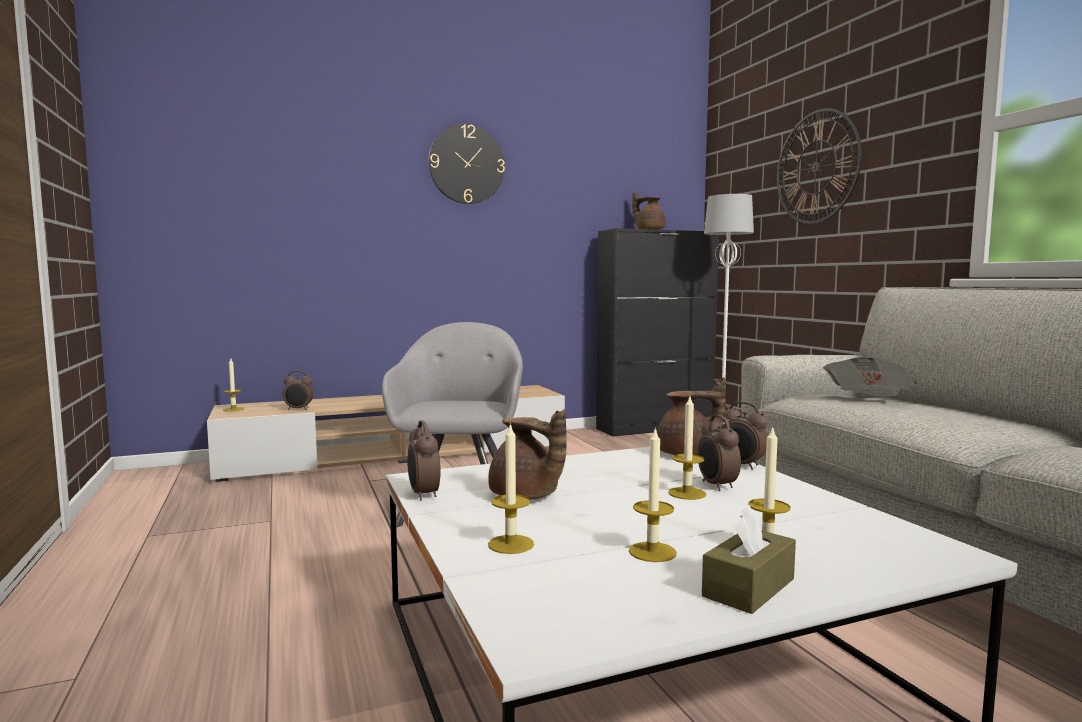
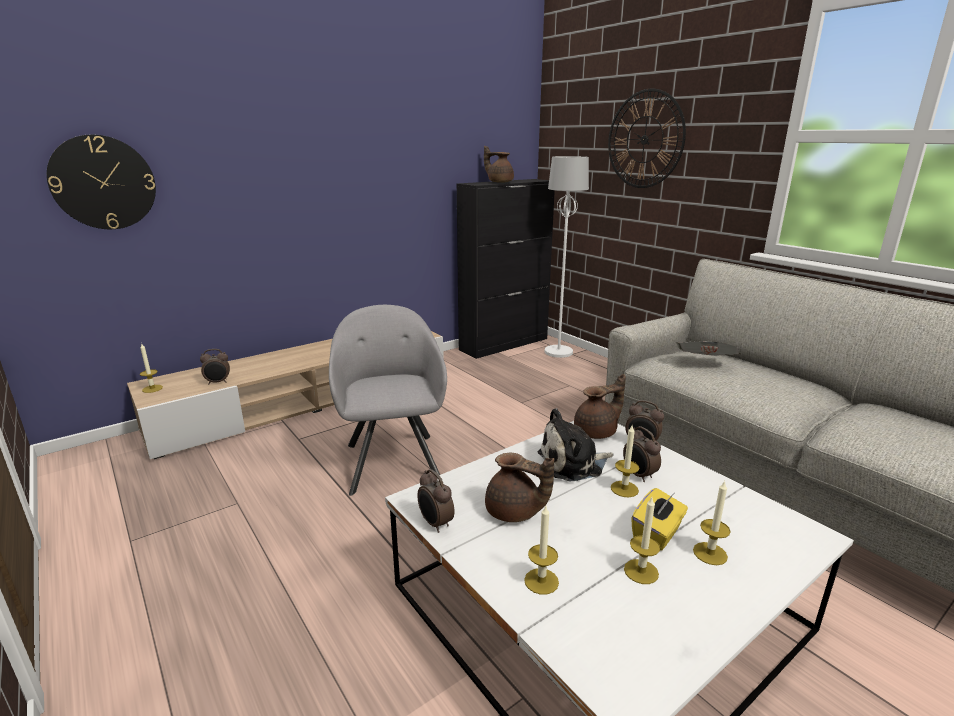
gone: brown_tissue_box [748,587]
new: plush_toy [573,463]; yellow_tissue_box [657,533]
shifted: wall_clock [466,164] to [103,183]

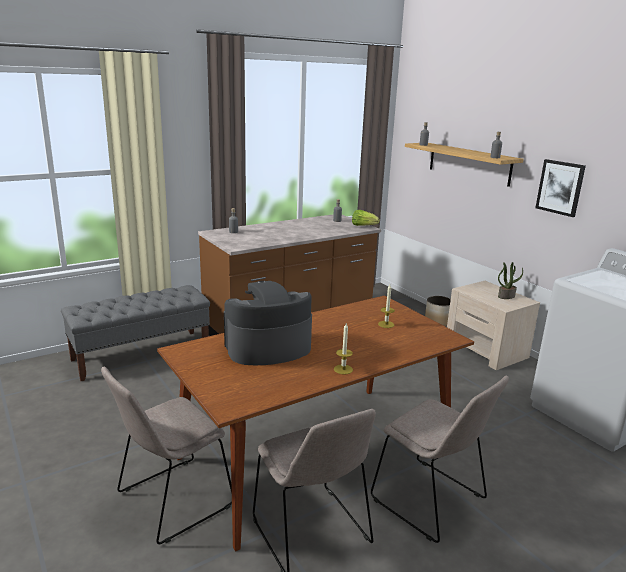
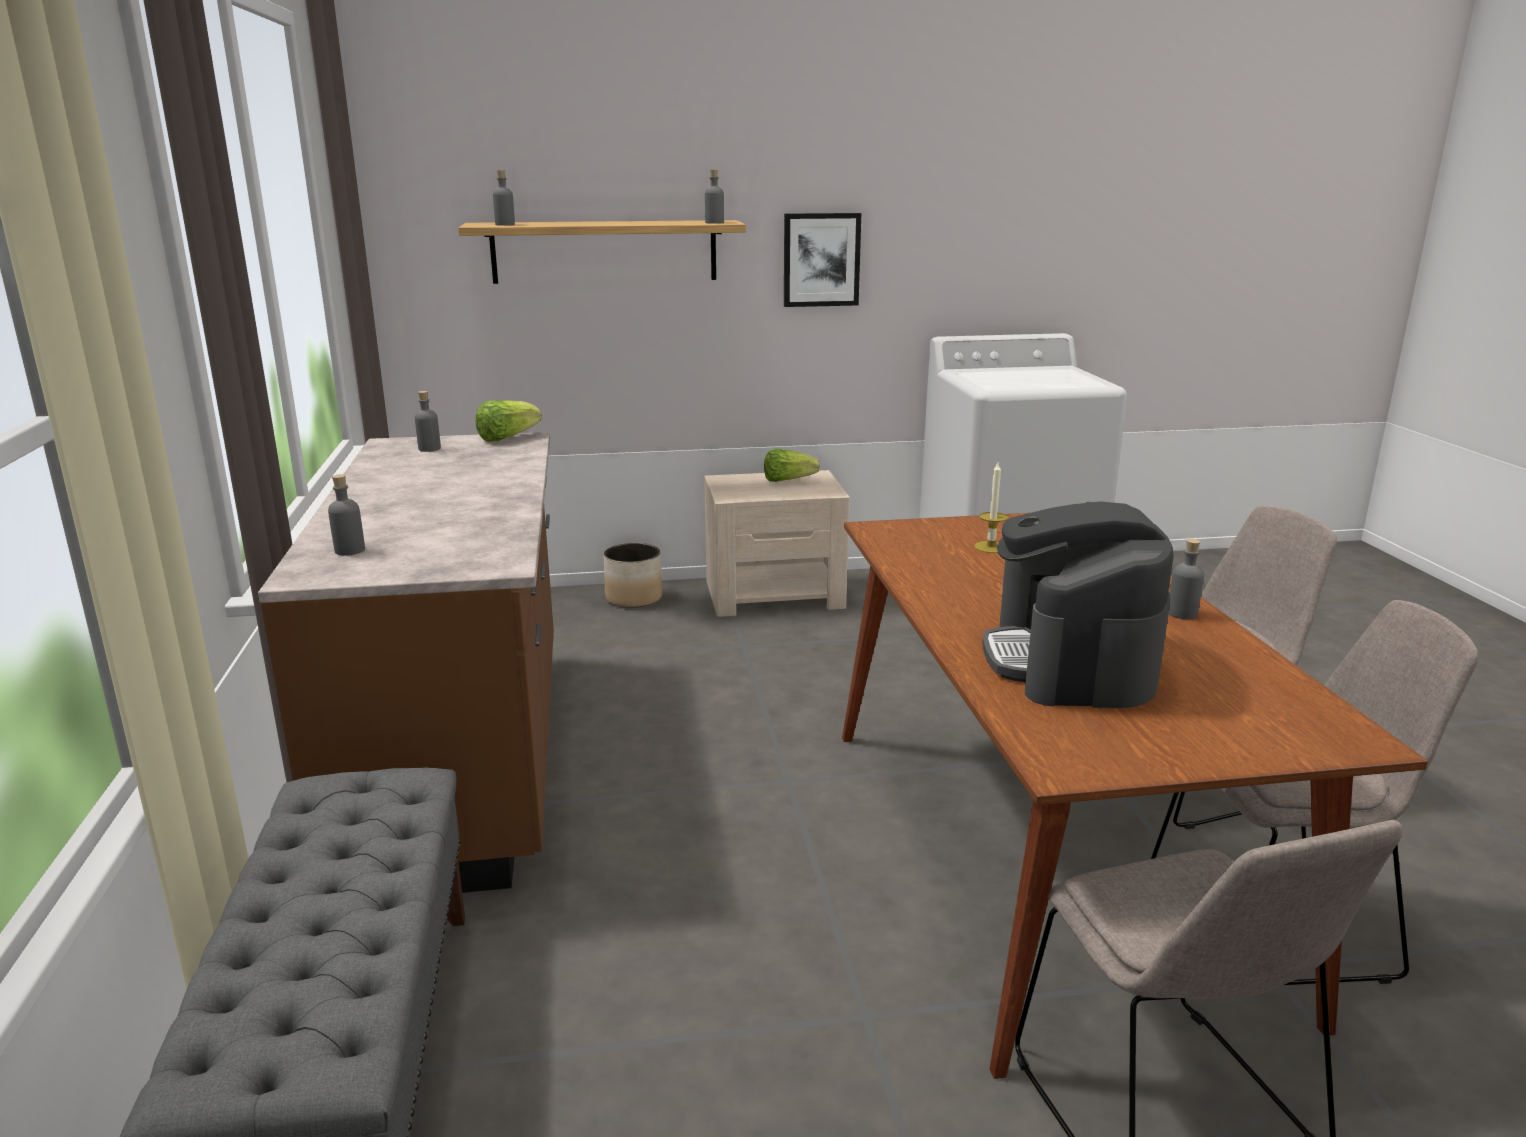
swapped: potted_plant [506,296] to lettuce [787,480]; candle [343,369] to grey_bottle [1182,613]

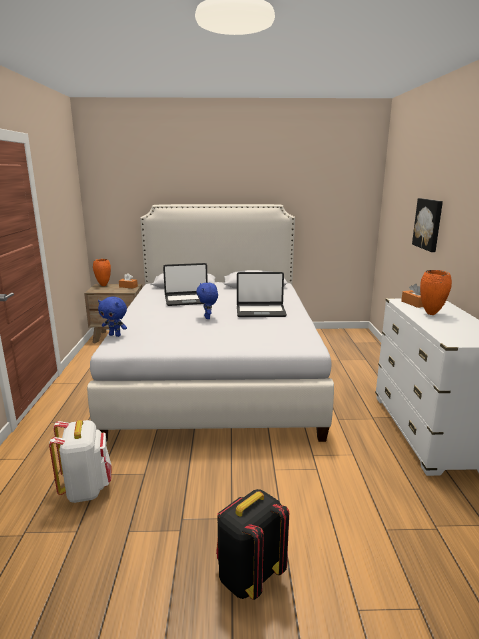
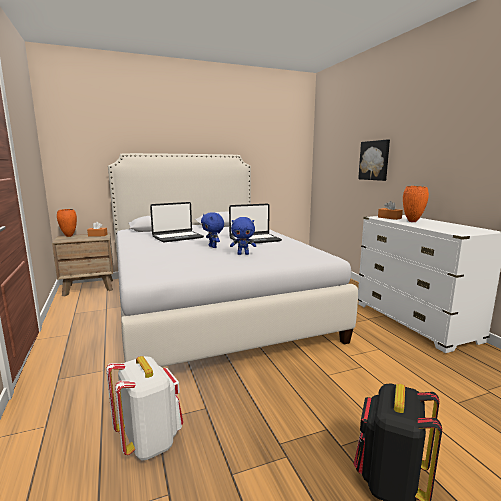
shifted: blue_plush_toy [115,335] to [243,254]

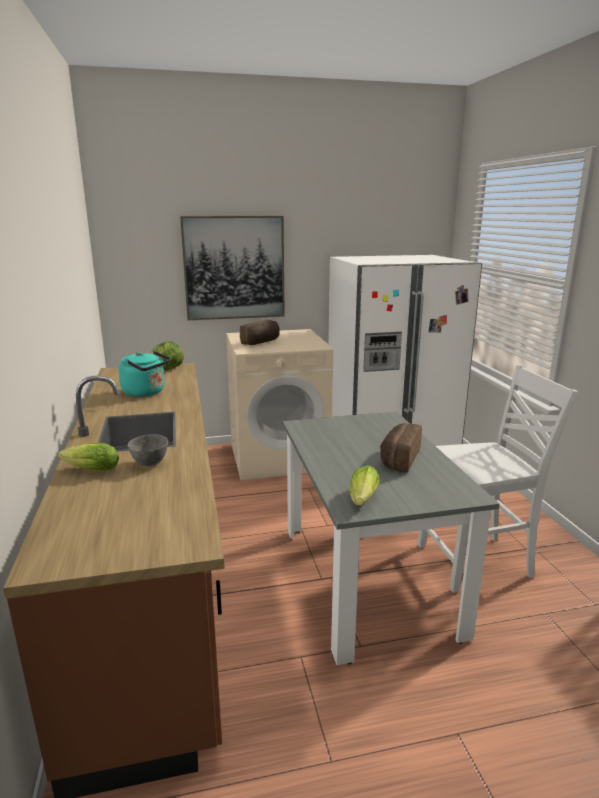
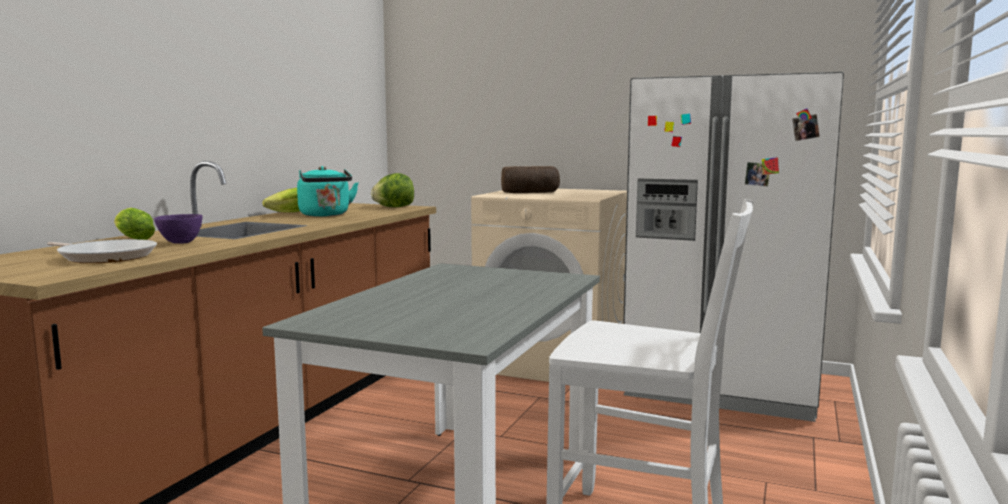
gone: picture [234,268]; bread [398,459]
new: frying_pan [105,257]
shifted: lettuce [362,500] to [286,213]
repainted: grey_bowl [151,463] to purple_bowl [181,243]

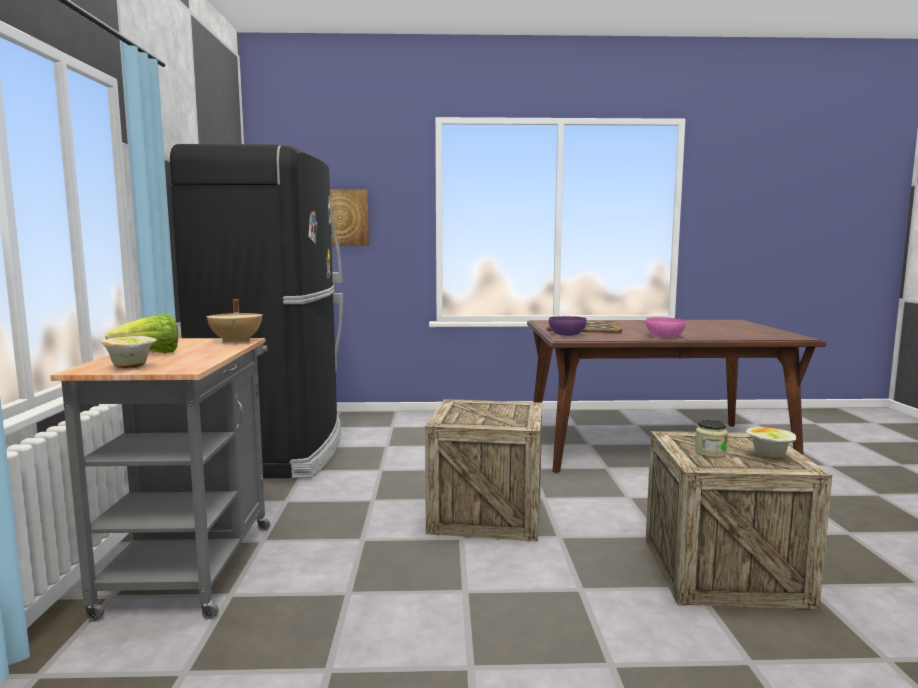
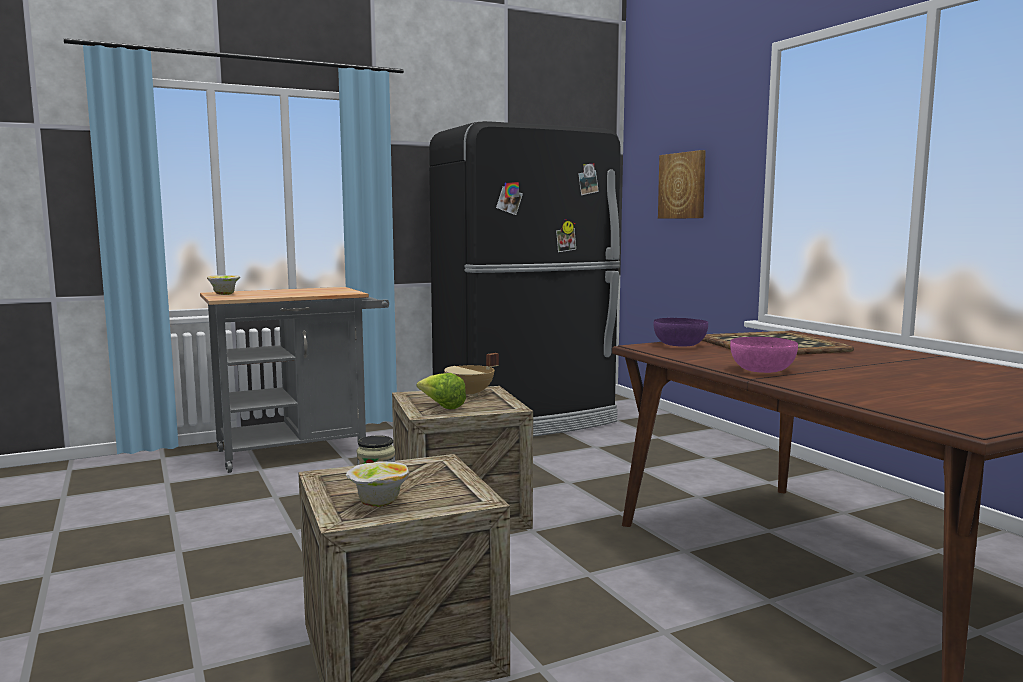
shifted: lettuce [150,354] to [442,406]; beige_cooking_pot [237,341] to [470,394]

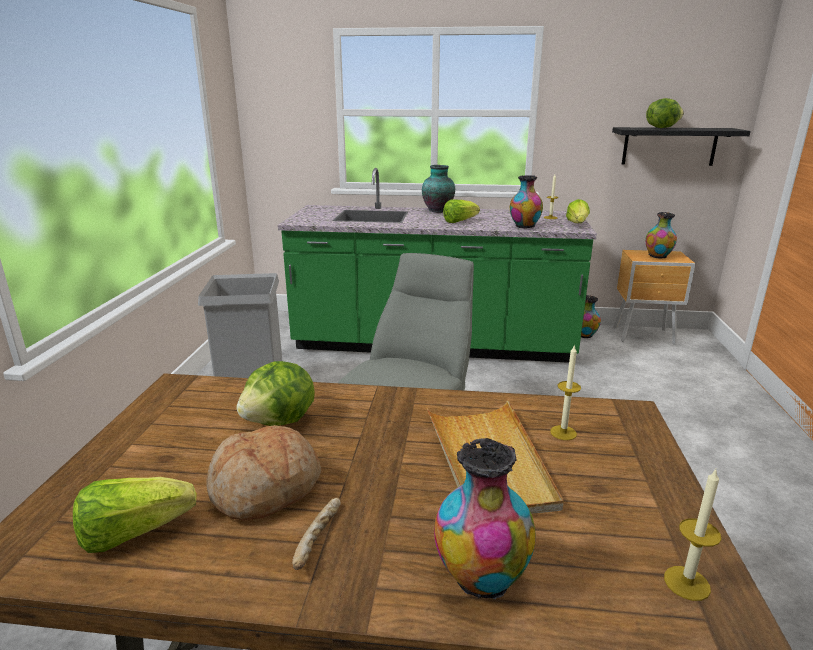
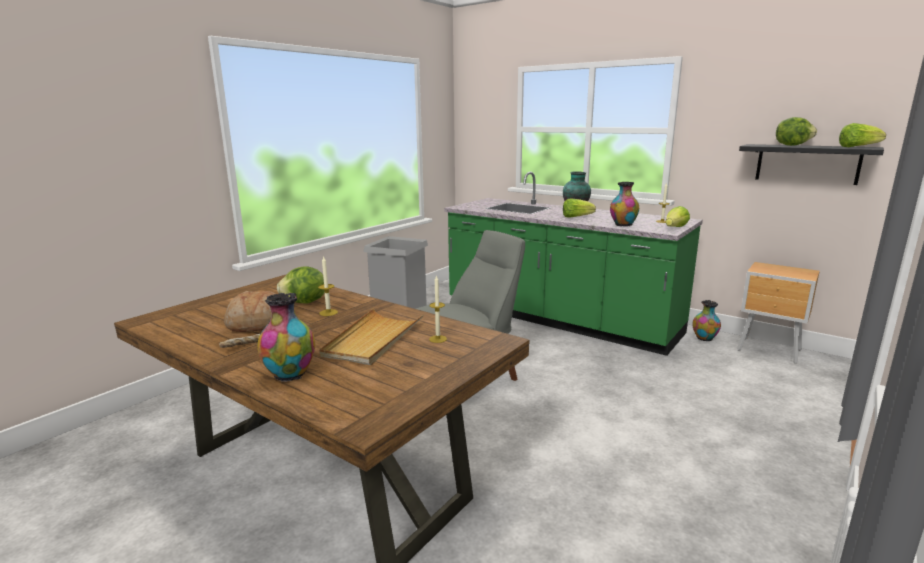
gone: vase [658,256]
shifted: candle [687,583] to [328,312]; lettuce [134,533] to [857,147]

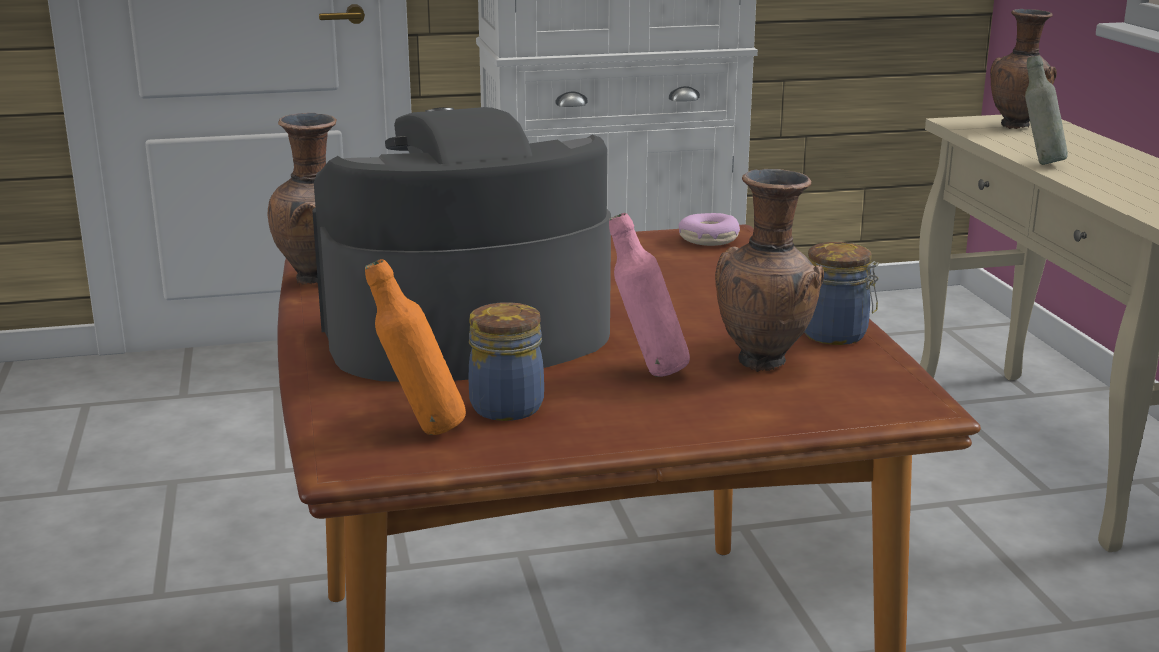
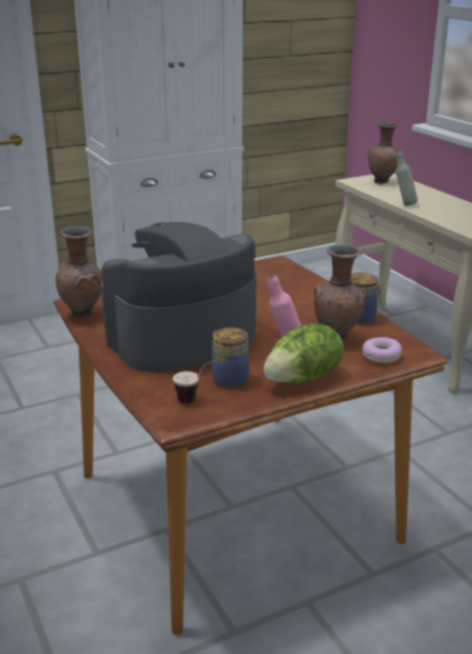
new: lettuce [304,378]
shifted: donut [709,240] to [381,356]
swapped: orange_bottle [420,431] to cup [197,398]

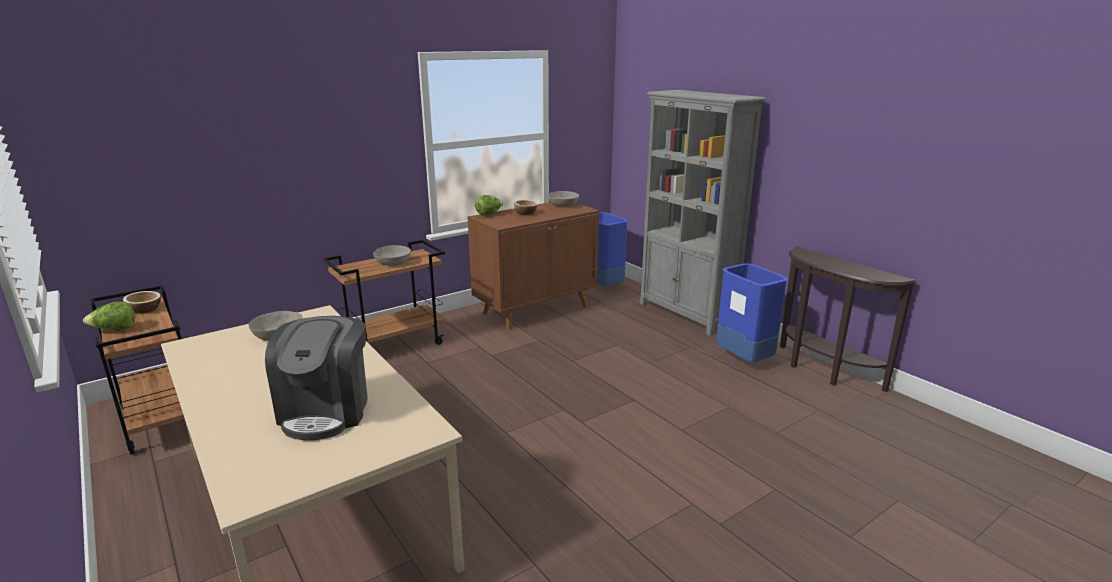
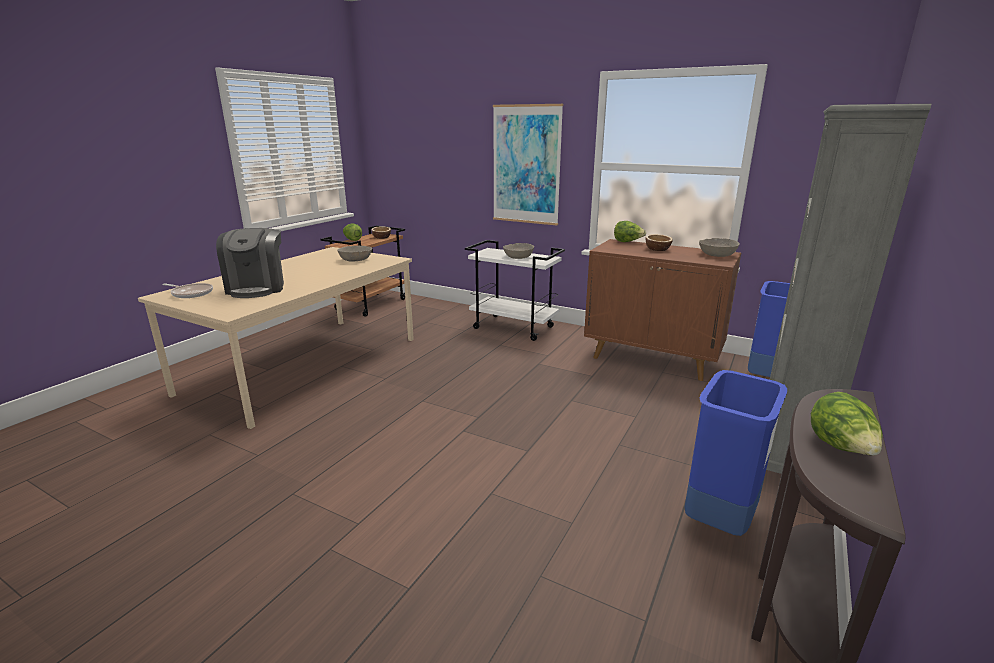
new: frying_pan [191,293]; picture [526,165]; lettuce [841,448]
repainted: brown_cart [395,345] to white_cart [514,327]
rotated: coffee_machine [326,411] = [257,288] 75 degrees counterclockwise

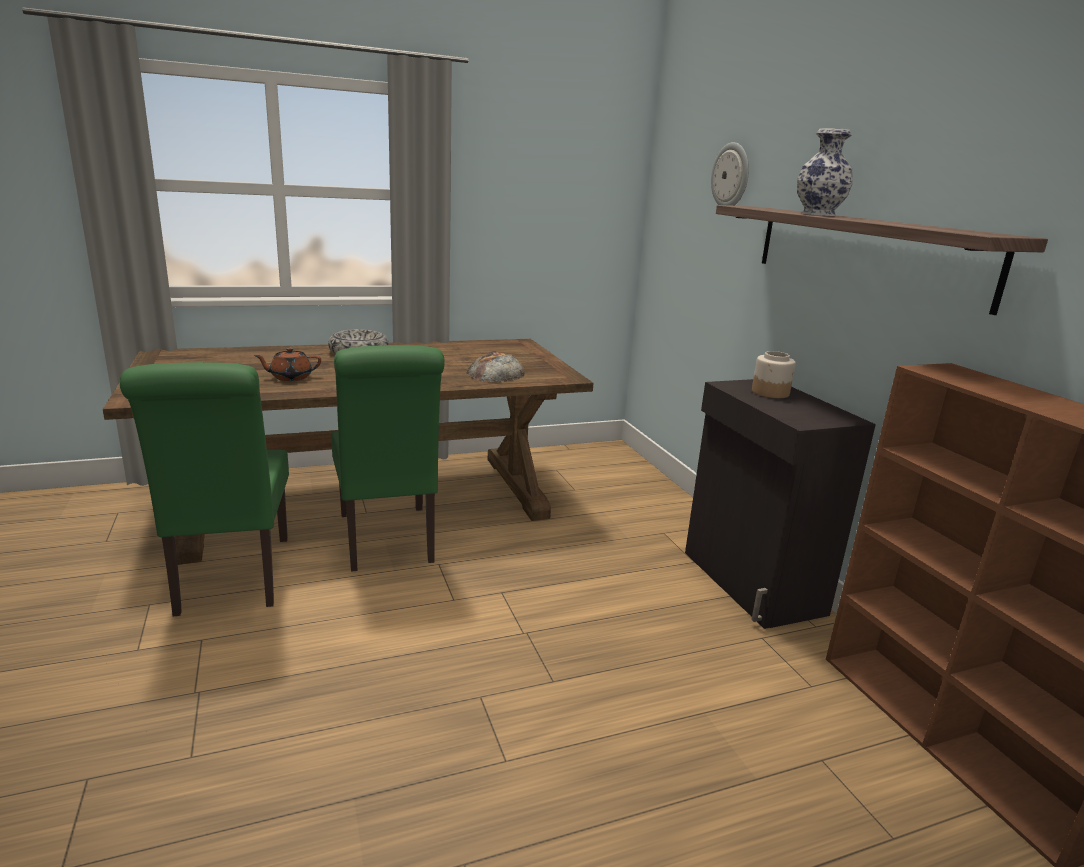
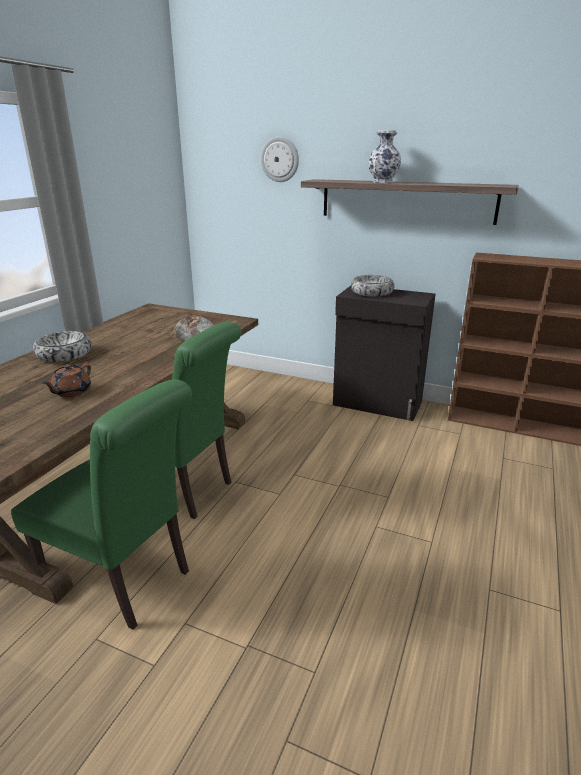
swapped: jar [770,393] to bowl [372,292]

